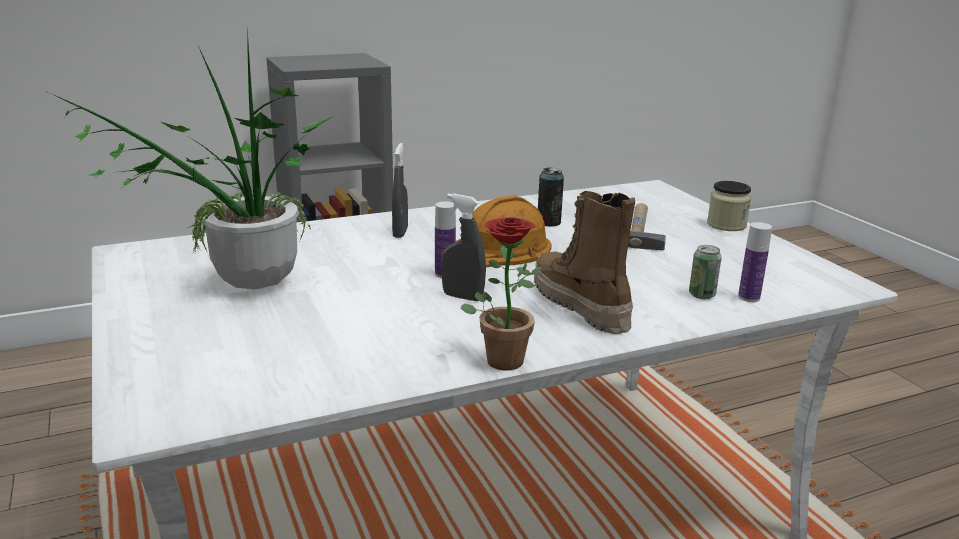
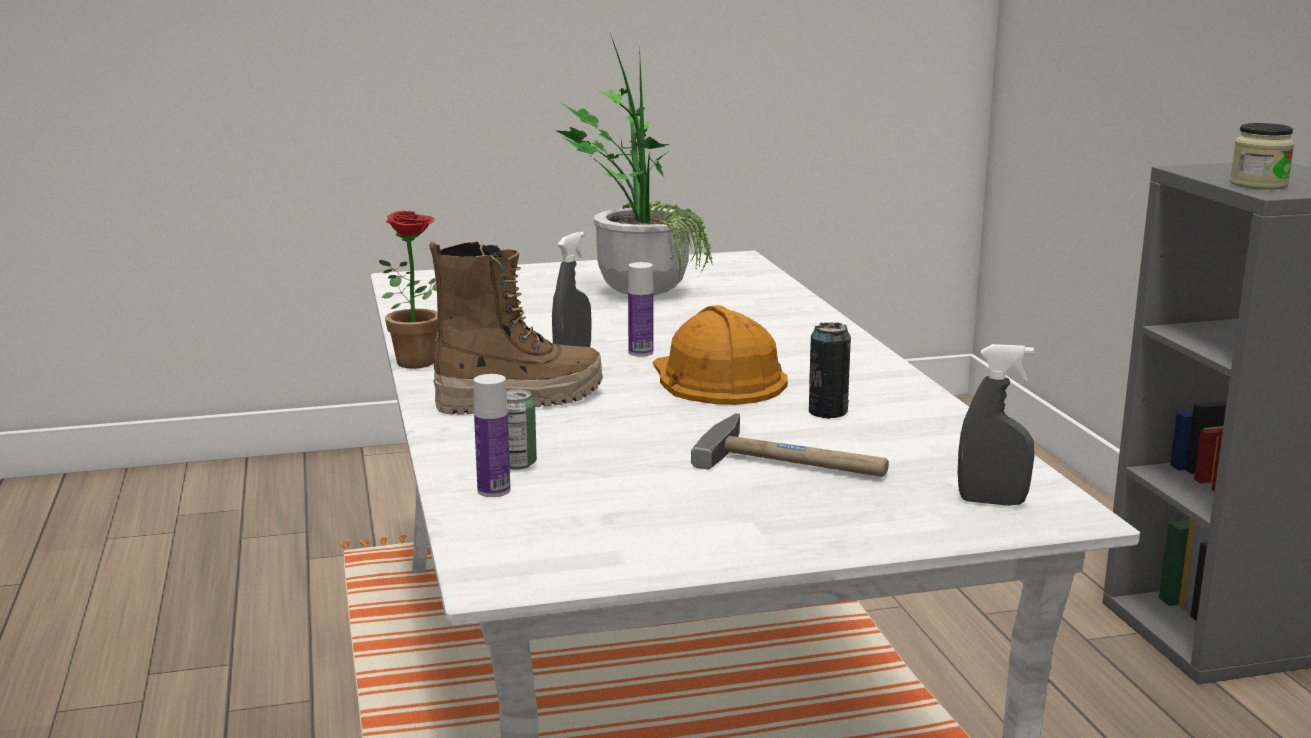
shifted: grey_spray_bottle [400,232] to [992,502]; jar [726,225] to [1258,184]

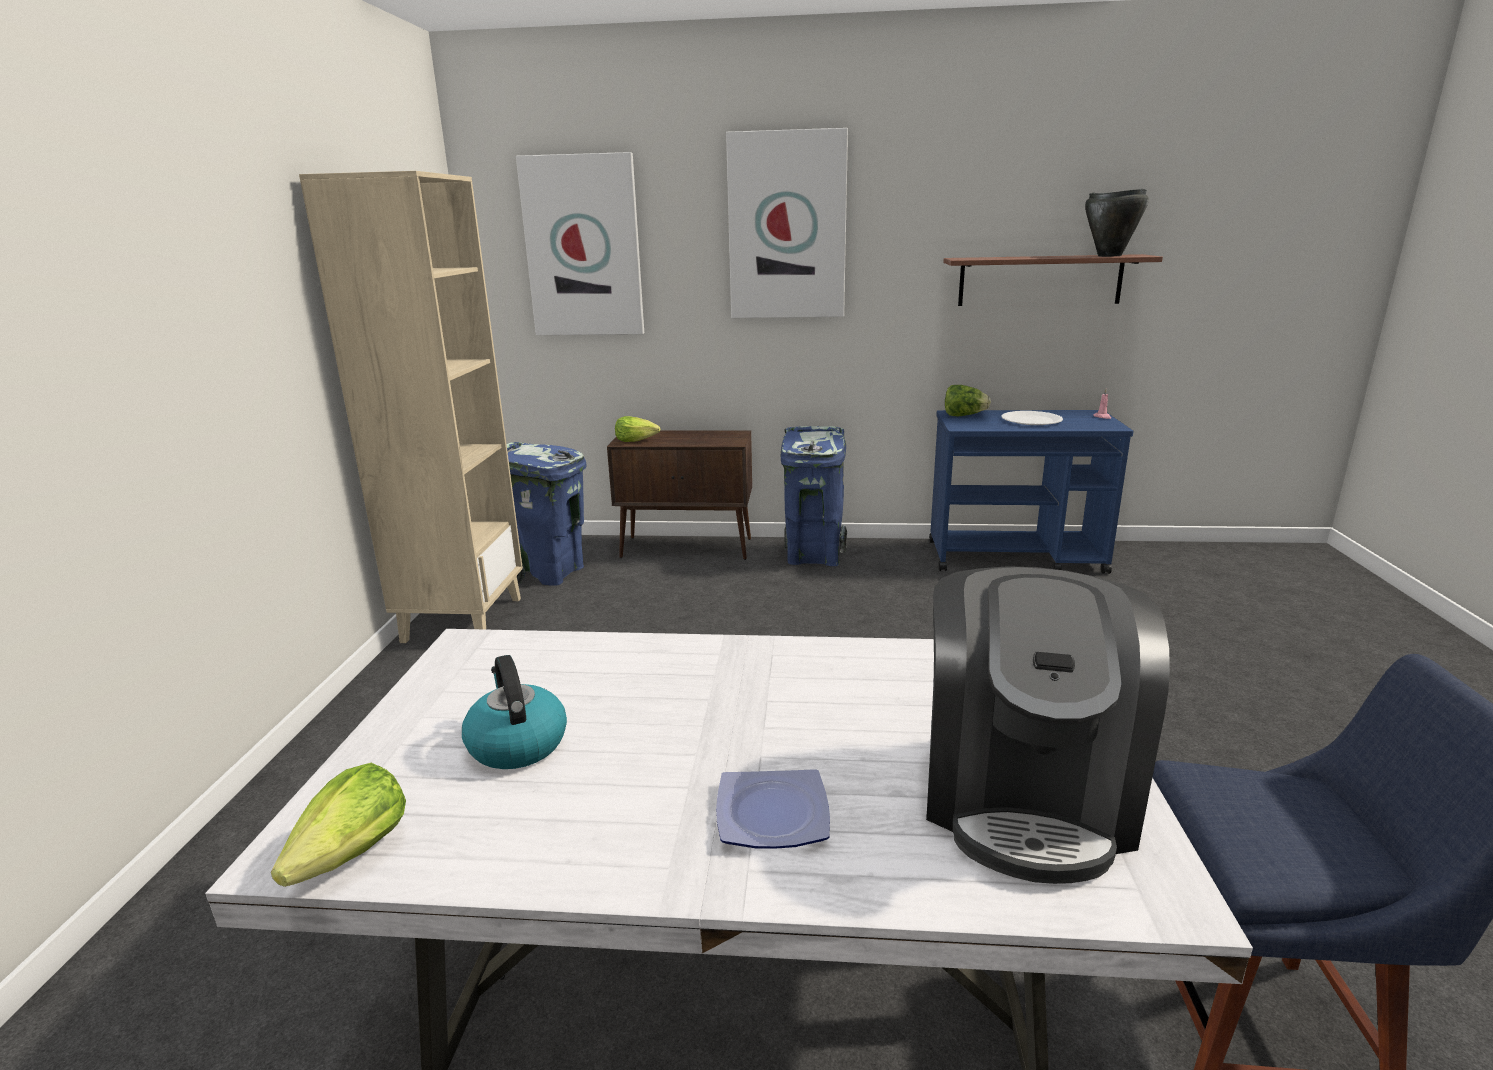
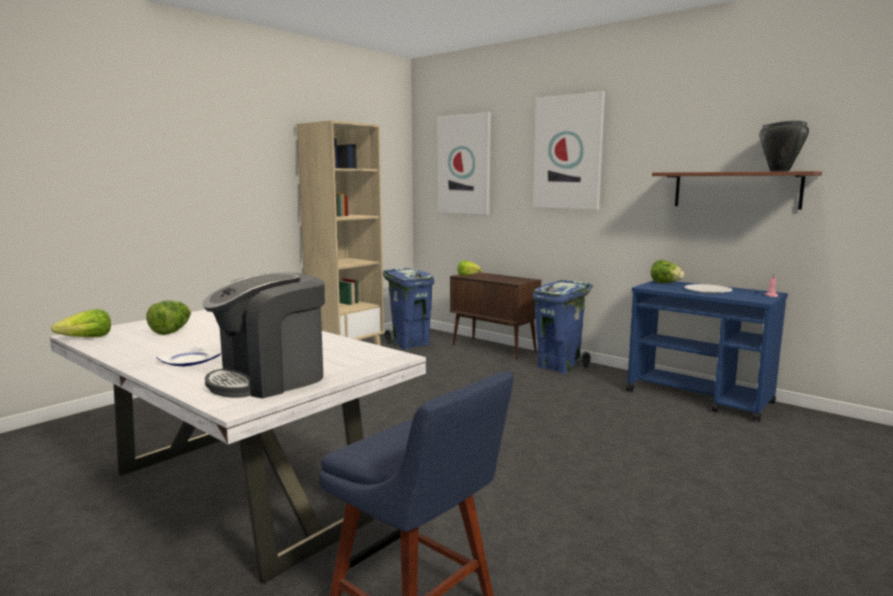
swapped: kettle [516,744] to lettuce [172,331]

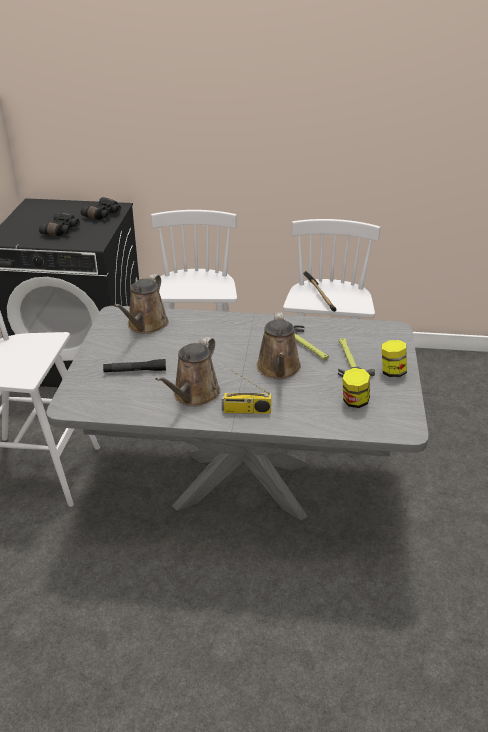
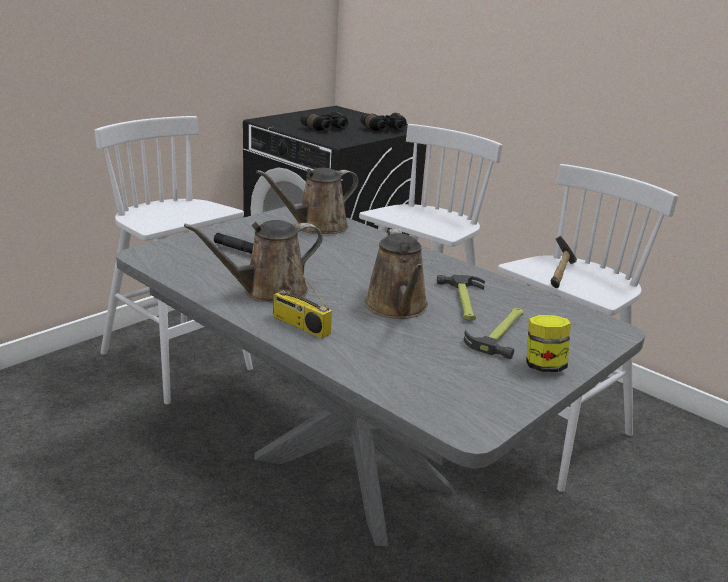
gone: jar [354,402]
rotated: brown_watering_can [278,369] = [397,308] 45 degrees counterclockwise

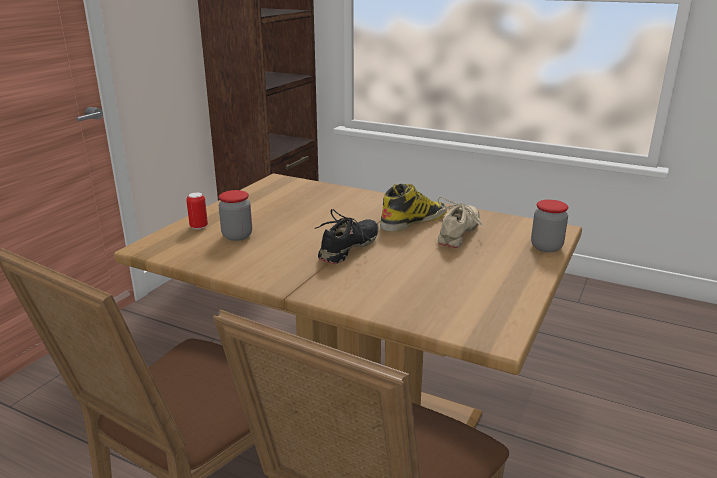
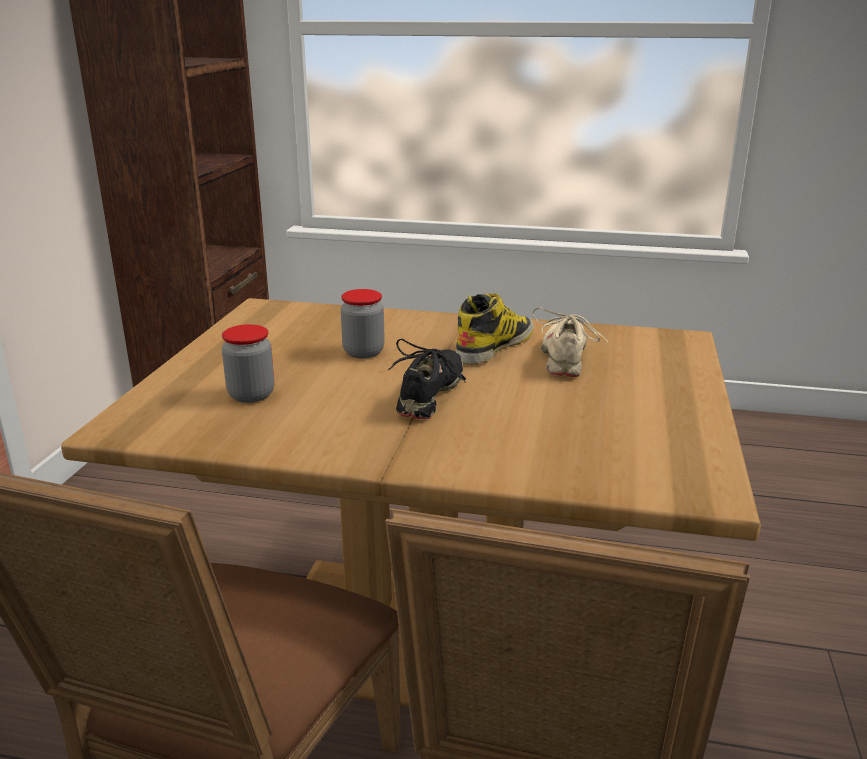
gone: can [199,227]
shifted: jar [546,247] to [363,352]

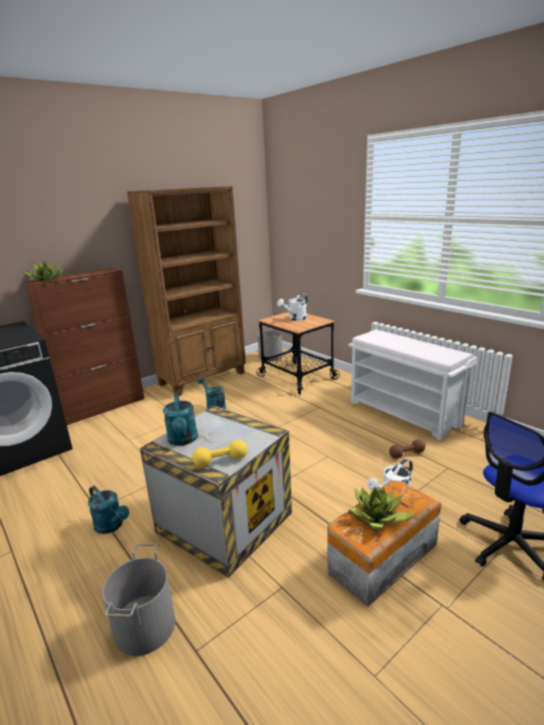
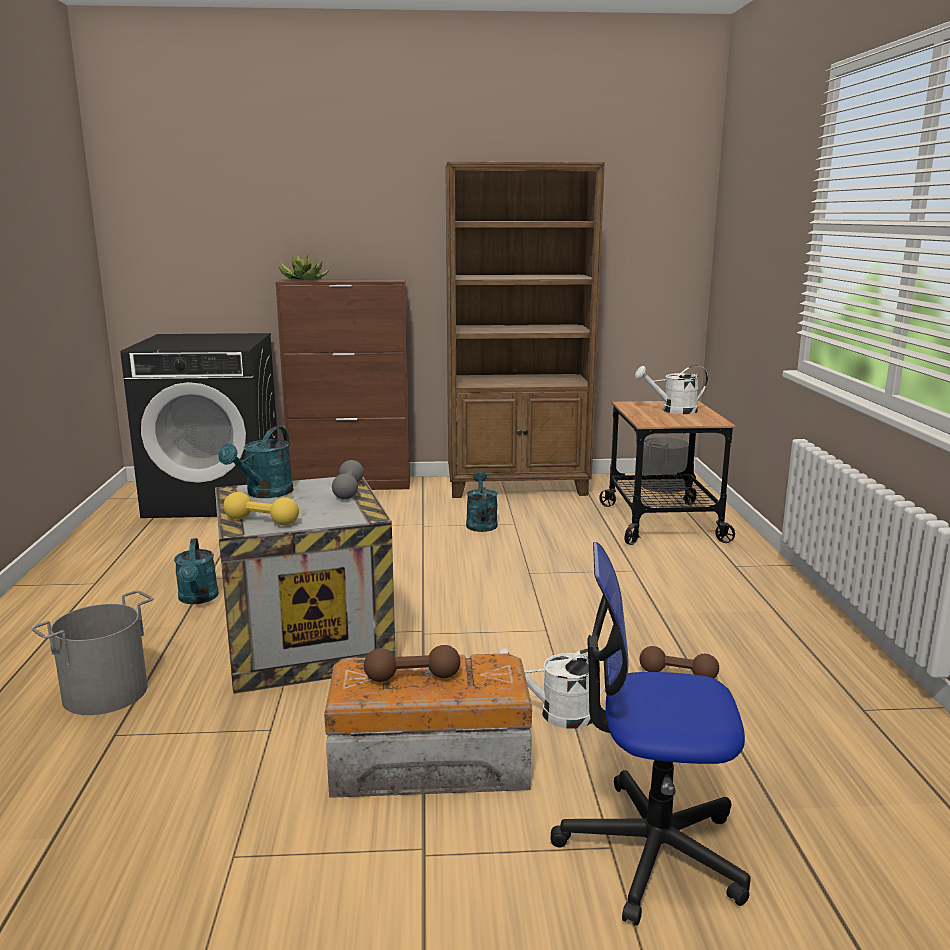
gone: white_bench [405,413]
new: grey_dumbbell [348,491]
swapped: potted_plant [378,517] to brown_dumbbell [412,677]

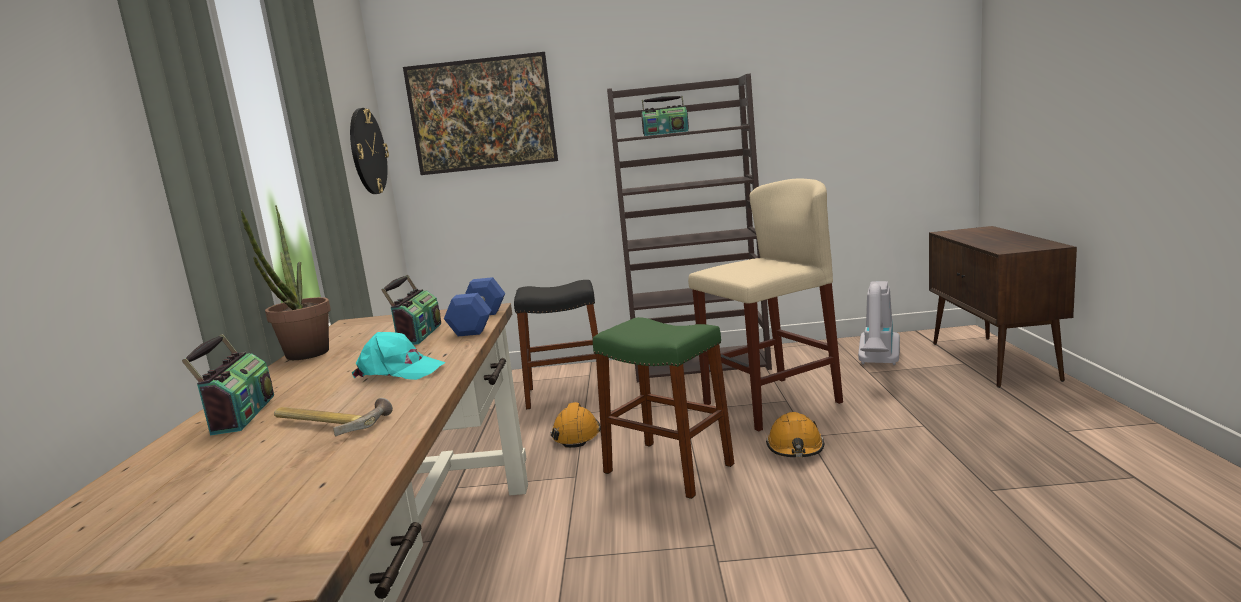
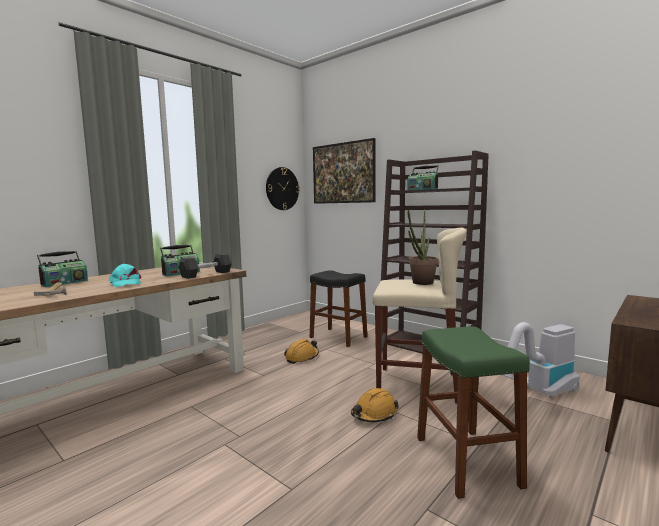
shifted: potted_plant [304,356] to [420,283]; green_stool [668,468] to [466,461]
repainted: blue_dumbbell [479,323] to black_dumbbell [206,274]

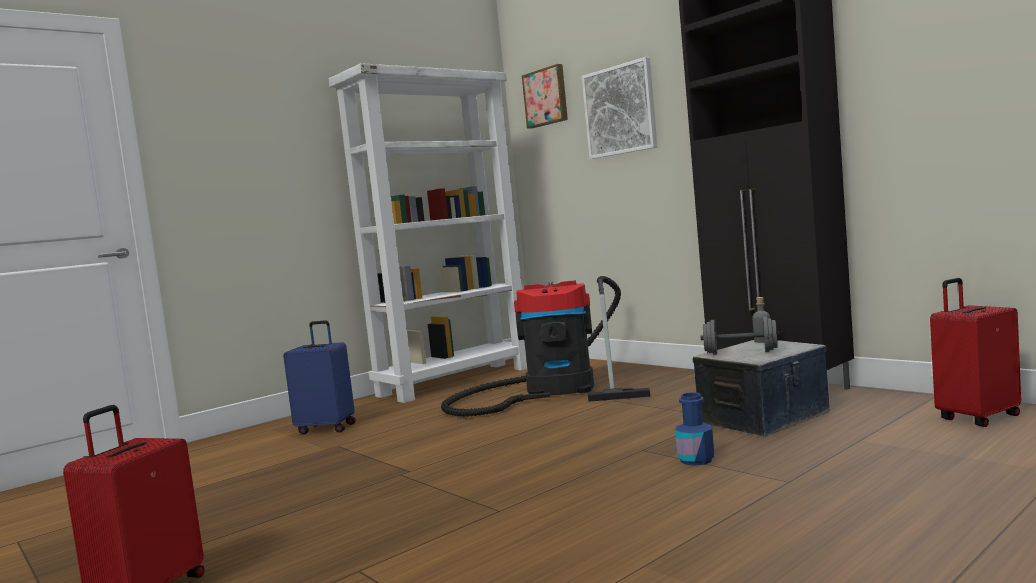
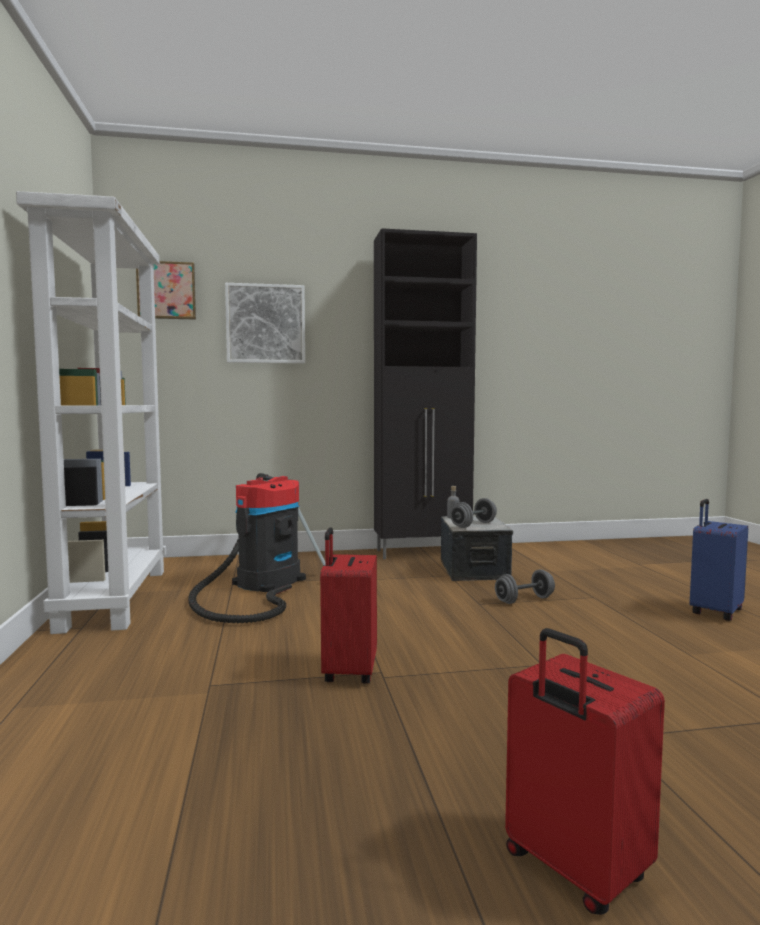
shifted: red_suitcase [976,417] to [348,672]; blue_suitcase [327,428] to [714,612]
swapped: blue_bottle [696,460] to grey_dumbbell [524,600]

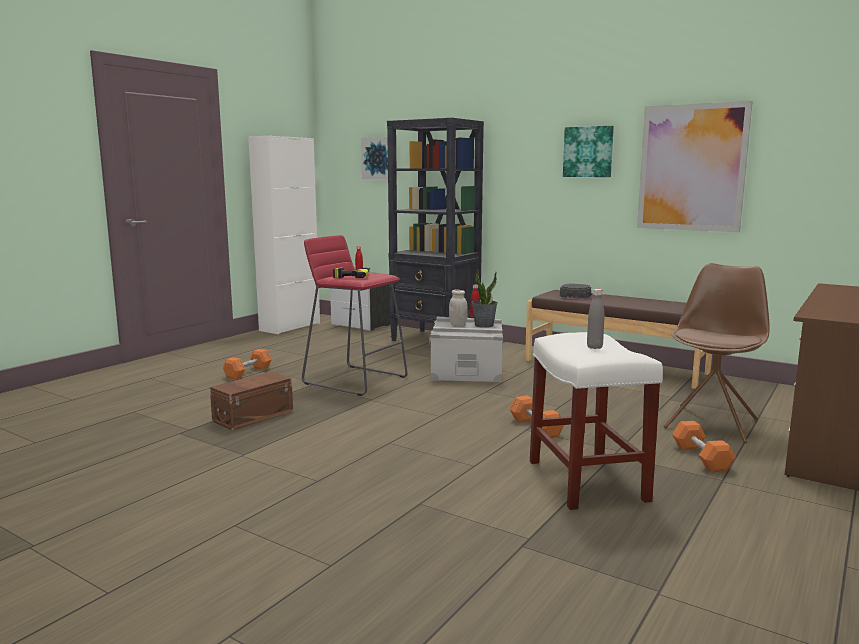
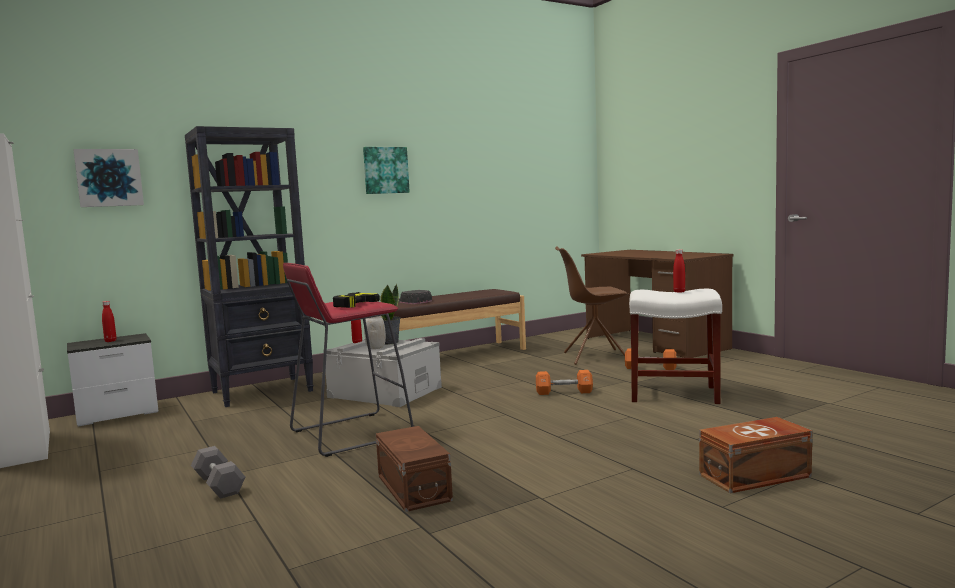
gone: picture [692,168]
new: brown_storage_box [757,476]
repainted: orange_dumbbell [248,372] to grey_dumbbell [218,484]; grey_bottle [594,347] to red_bottle [679,292]
rotated: brown_chair [711,423] = [594,357] 60 degrees counterclockwise

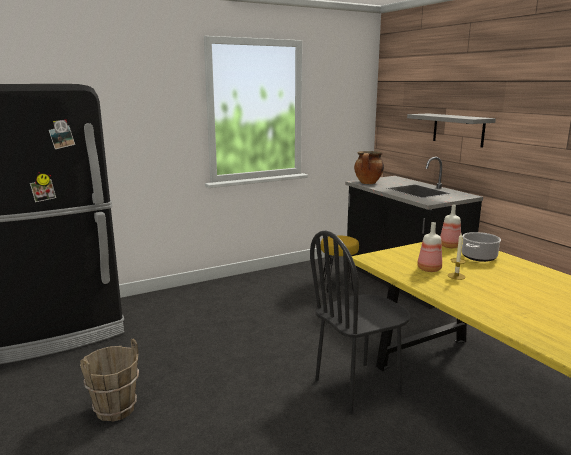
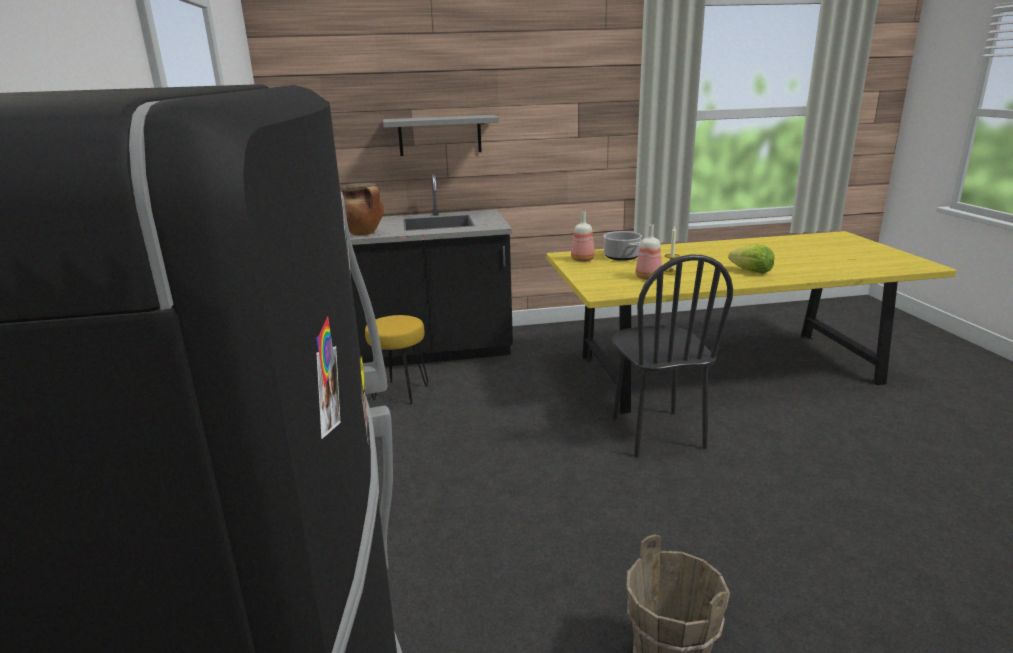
new: lettuce [751,271]

